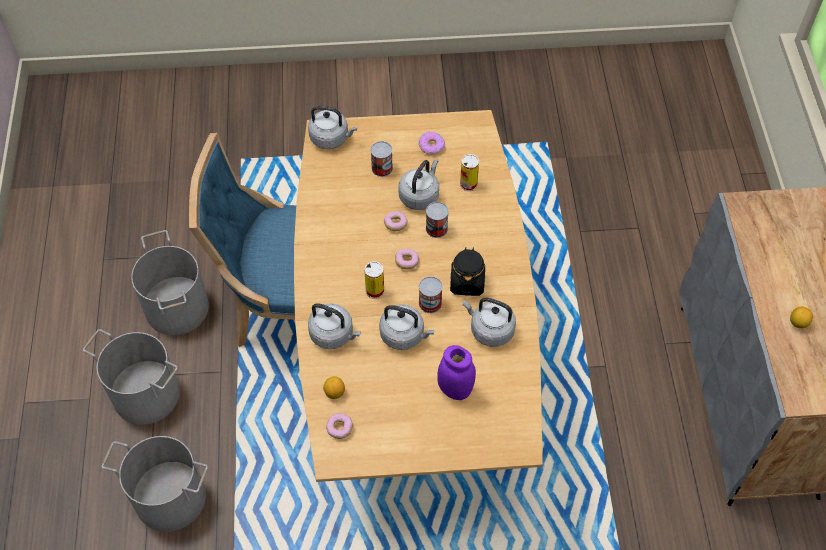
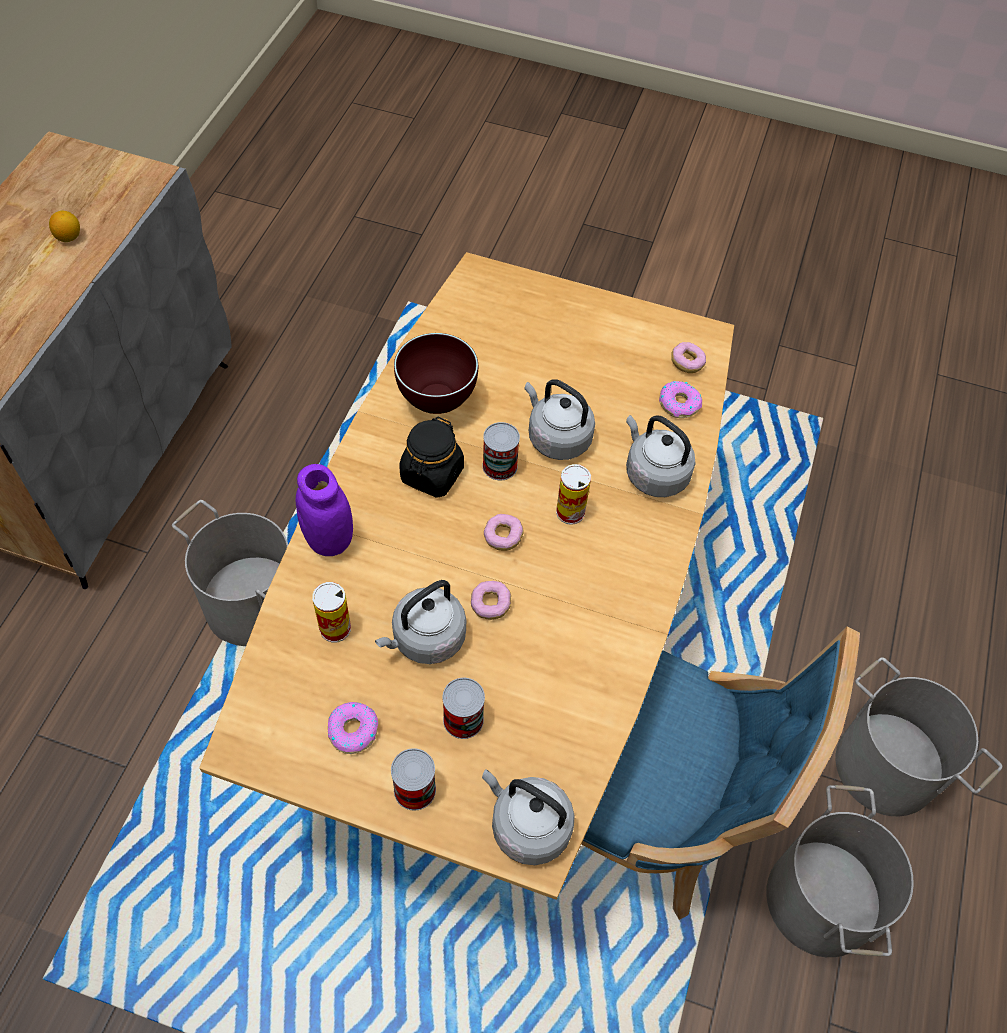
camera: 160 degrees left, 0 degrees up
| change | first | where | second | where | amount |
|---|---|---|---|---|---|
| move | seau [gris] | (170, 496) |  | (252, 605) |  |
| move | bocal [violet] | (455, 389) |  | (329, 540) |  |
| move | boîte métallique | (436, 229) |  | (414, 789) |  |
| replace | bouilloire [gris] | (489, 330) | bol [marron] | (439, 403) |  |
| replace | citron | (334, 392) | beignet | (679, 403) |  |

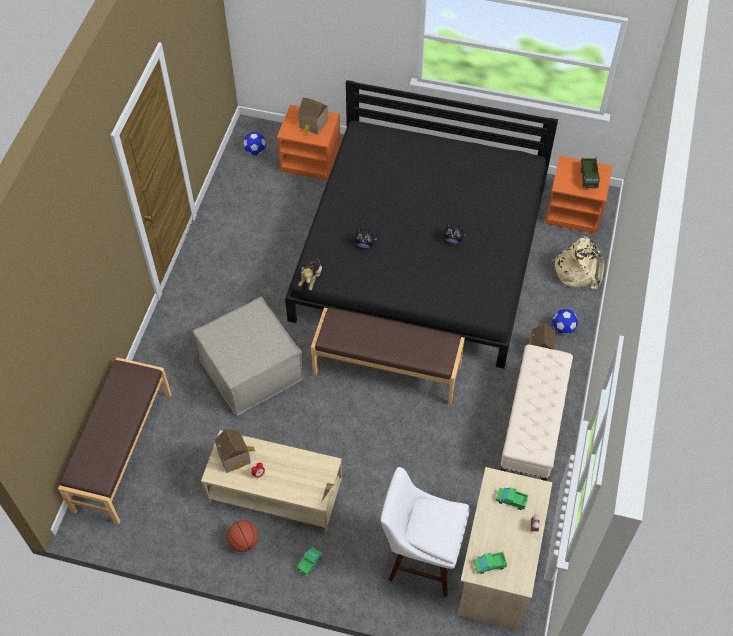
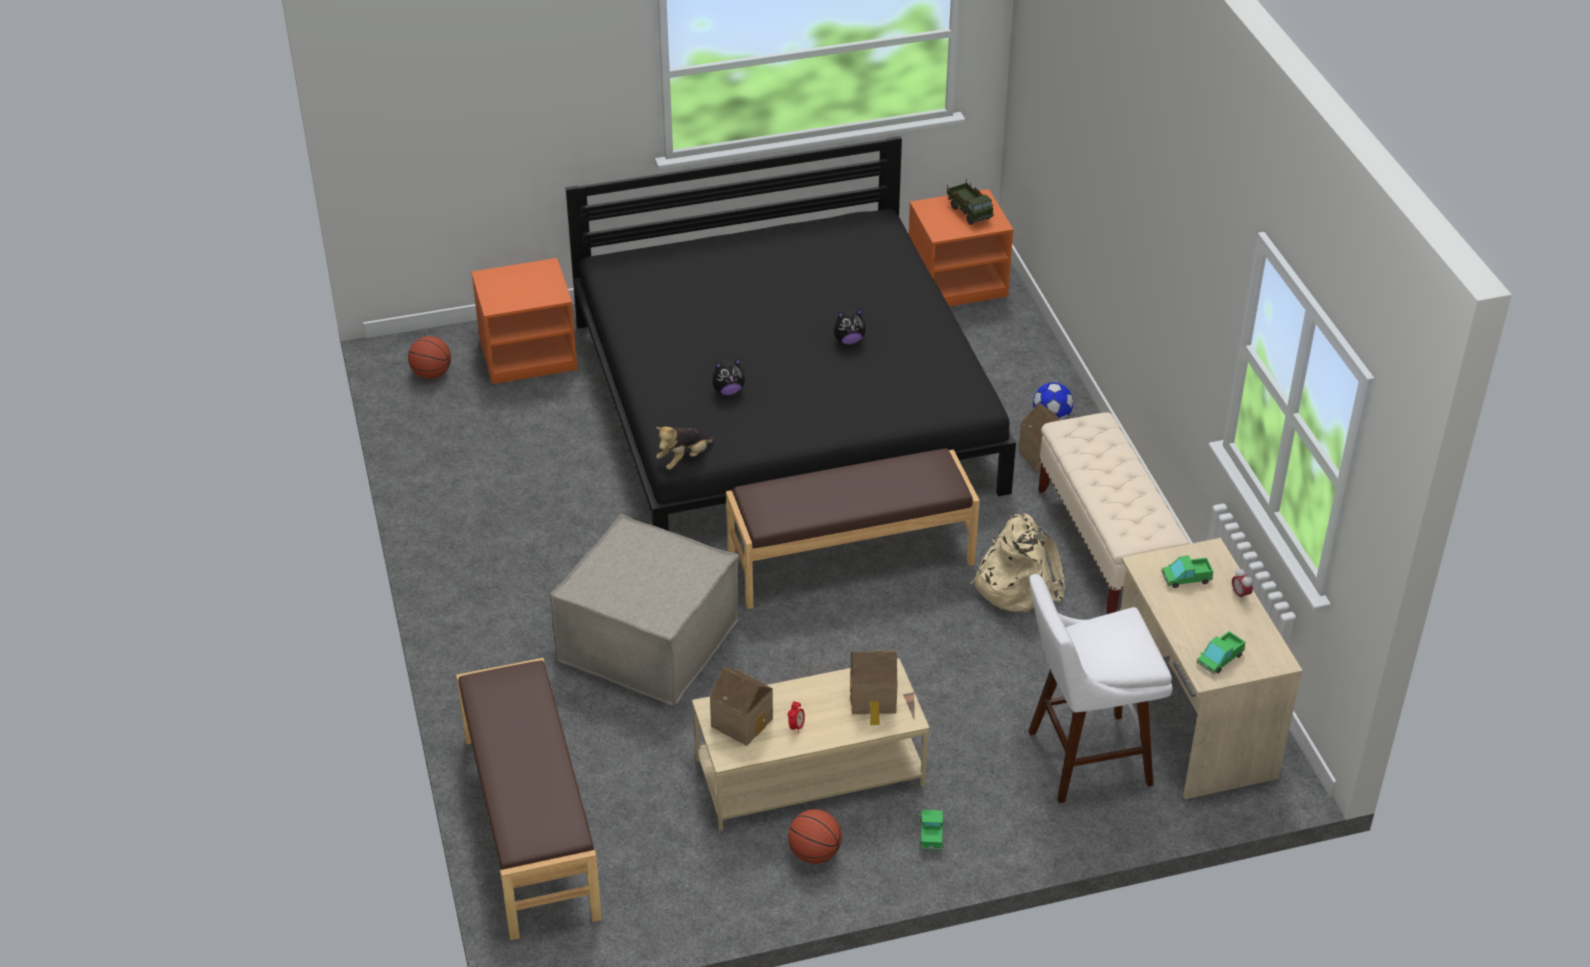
camera: 30 degrees left, 15 degrees down
| change | first | where | second | where | amount |
|---|---|---|---|---|---|
| replace | ballon de foot | (255, 151) | ballon de basket | (432, 374) |  |
| rotate | peluche | (311, 278) |  | (684, 459) | 60 degrees clockwise |
| move | maison miniature | (313, 125) |  | (873, 700) |  |
| move | sac à dos [beige] | (578, 269) |  | (1015, 583) |  |

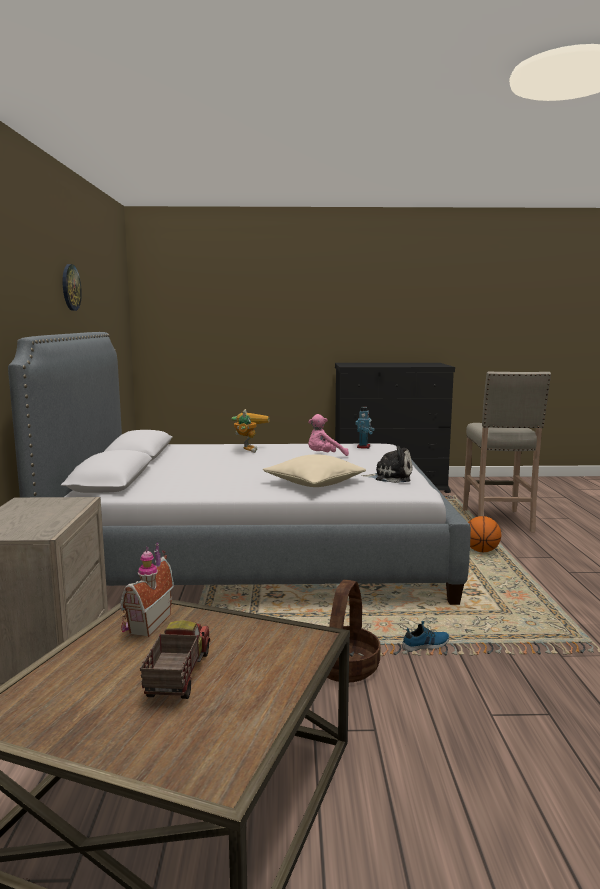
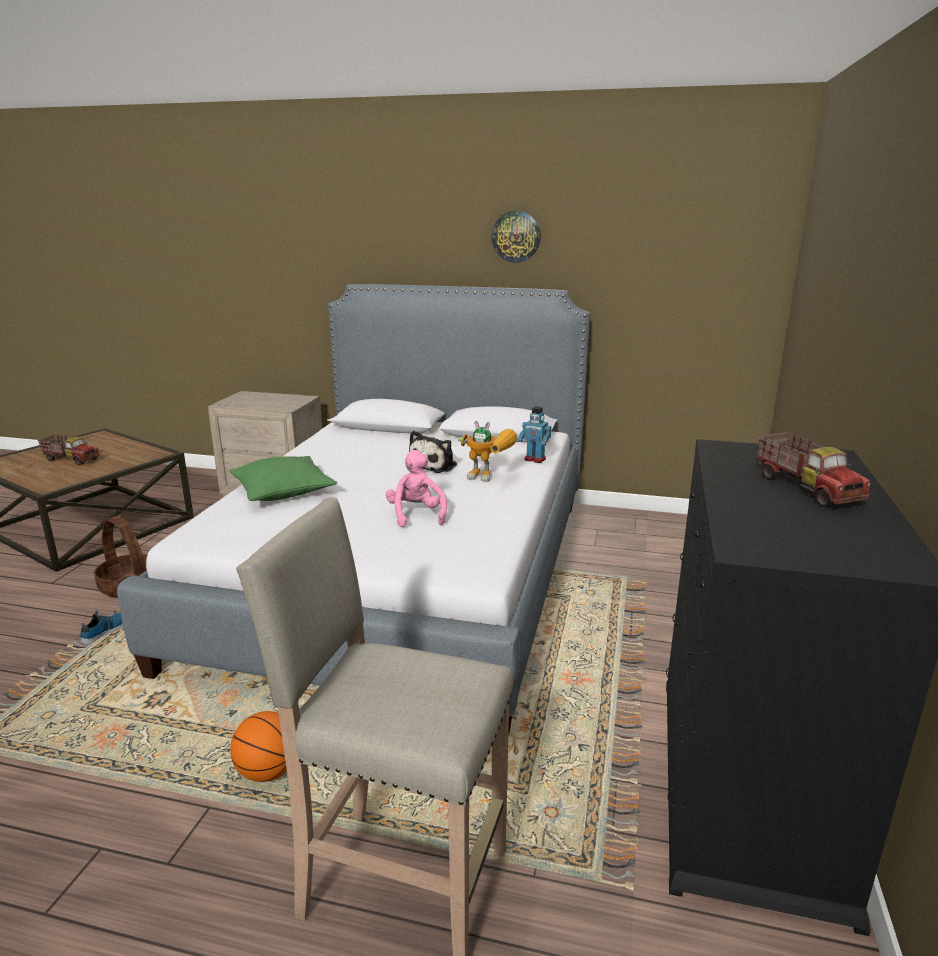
camera: 105 degrees right, 10 degrees up
| change | first | where | second | where | amount |
|---|---|---|---|---|---|
| rotate | chaussure | (426, 645) |  | (105, 631) | 150 degrees counterclockwise |
| recolor | coussin [beige] | (314, 483) | coussin [vert] | (283, 491) |  |
| move | peluche | (390, 477) |  | (434, 465) |  |
| move | robot jouet | (364, 447) |  | (534, 459) |  |
| insert |  |  | camion jouet | (807, 488) |  |
| delete | maison miniature | (145, 624) |  |  |  |

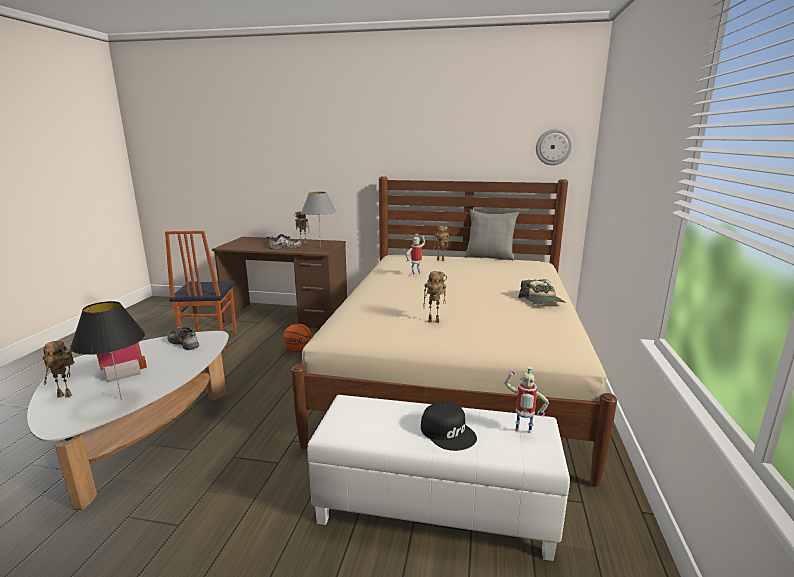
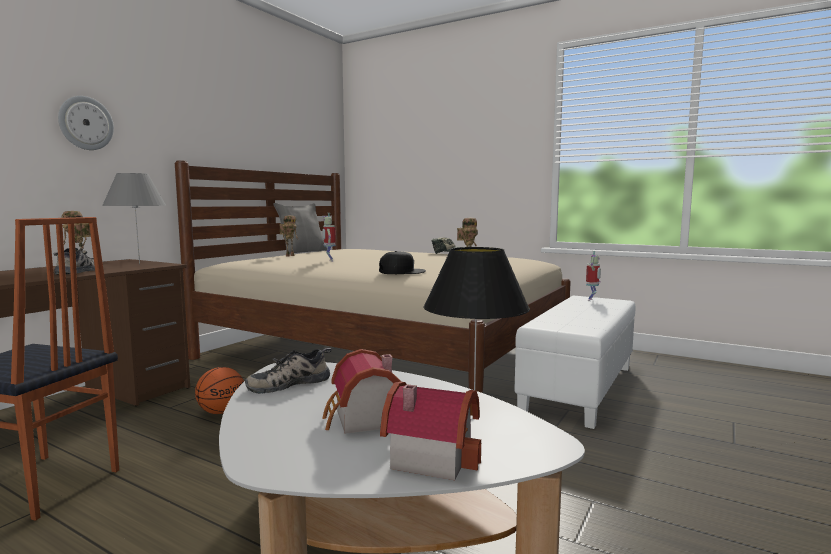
camera: 70 degrees left, 10 degrees down
| change | first | where | second | where | amount |
|---|---|---|---|---|---|
| move | horloge murale | (553, 147) |  | (86, 123) |  |
| move | casquette [noir] | (448, 432) |  | (401, 271) |  |
| replace | robot jouet | (66, 395) | maison miniature | (431, 455) |  |

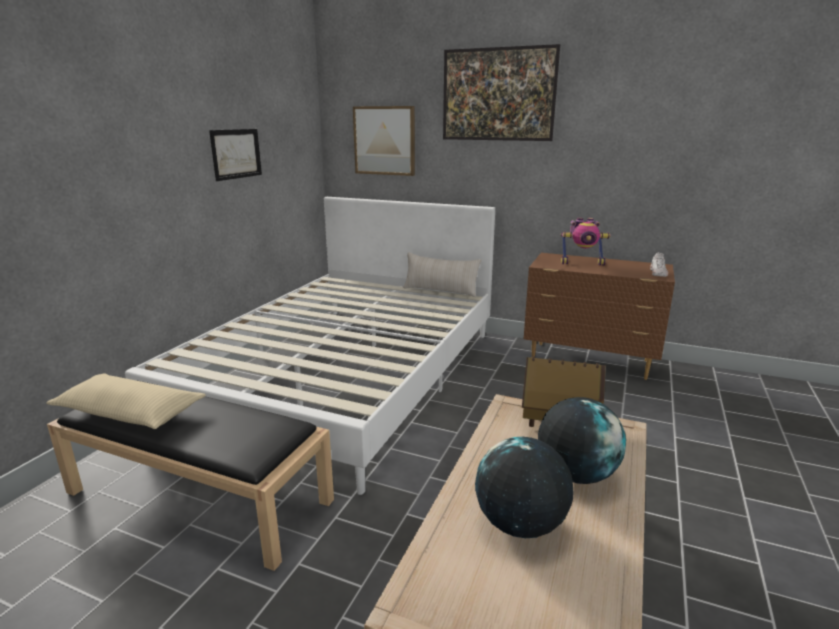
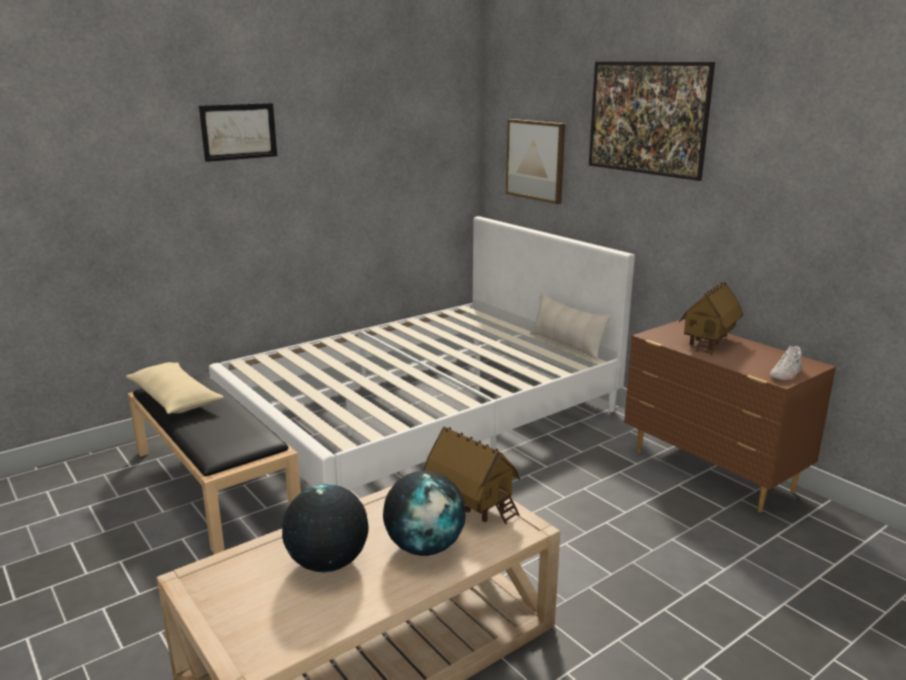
camera: 30 degrees right, 0 degrees up
| change | first | where | second | where | amount |
|---|---|---|---|---|---|
| move | tableau | (236, 154) |  | (239, 131) |  |
| replace | robot jouet | (582, 263) | maison miniature | (708, 342) |  |

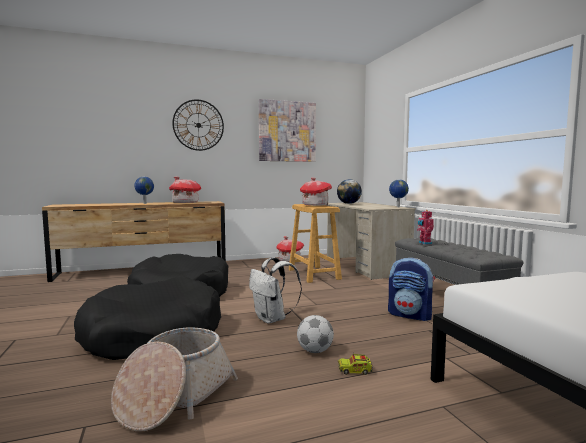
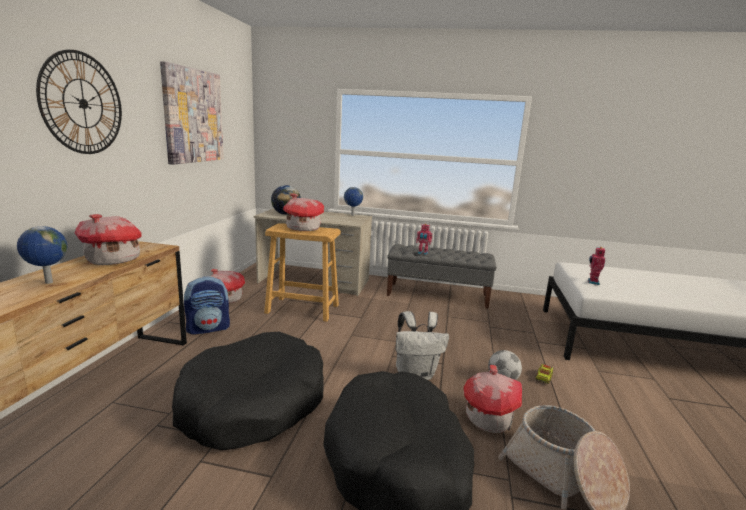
camera: 60 degrees left, 10 degrees up
| change | first | where | second | where | amount |
|---|---|---|---|---|---|
| move | sac à dos | (410, 315) |  | (208, 328) |  |
| insert |  |  | maison miniature | (489, 418) |  |
| insert |  |  | robot jouet | (592, 282) |  |

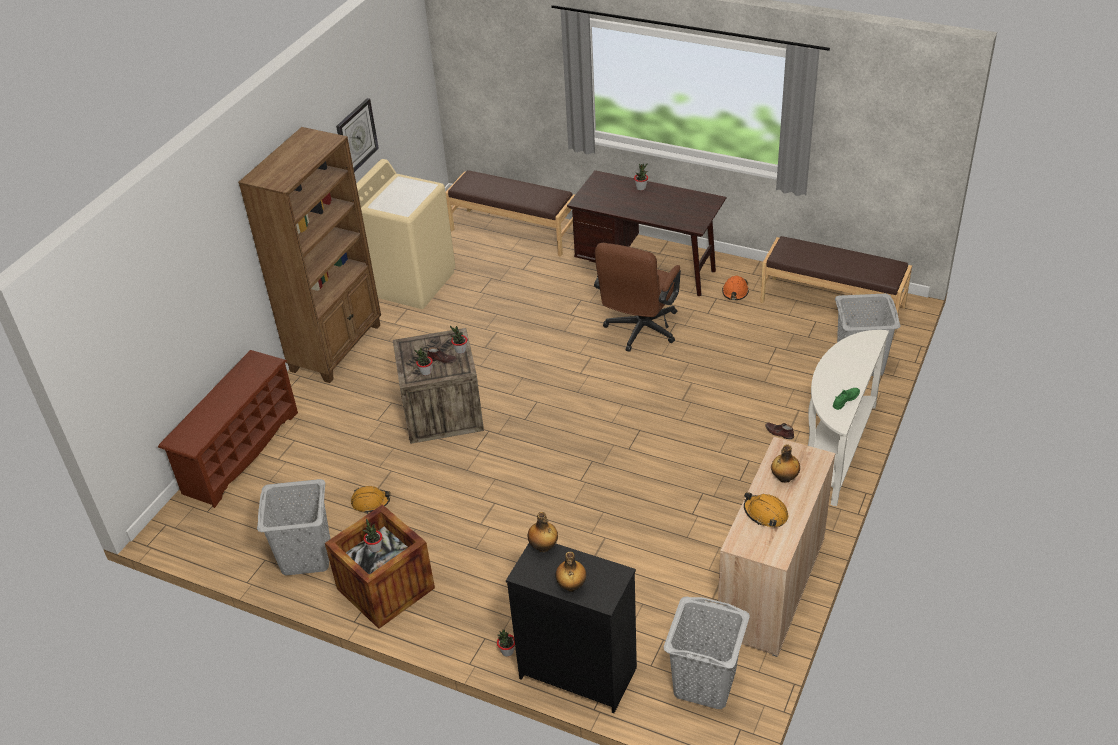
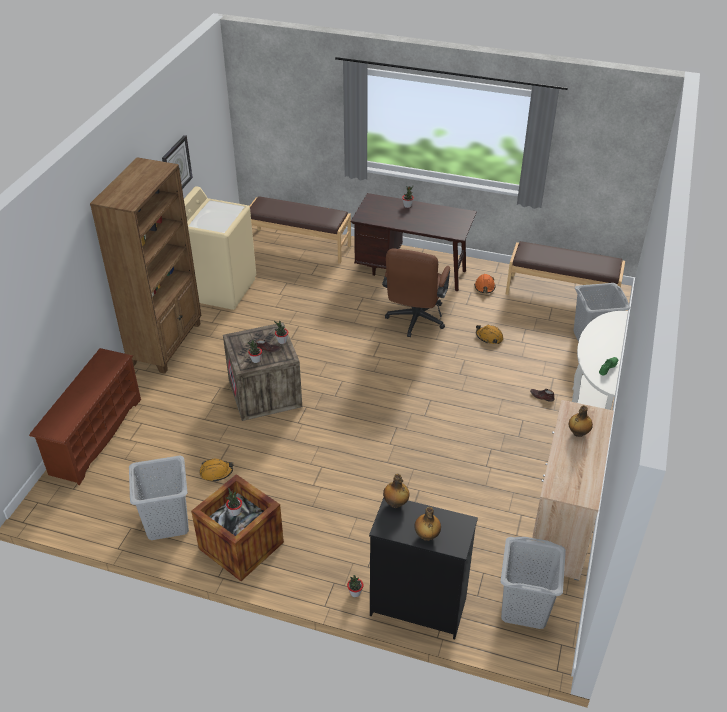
camera: 10 degrees left, 0 degrees up
| change | first | where | second | where | amount |
|---|---|---|---|---|---|
| move | casque de chantier [orange] | (765, 514) |  | (489, 337) |  |

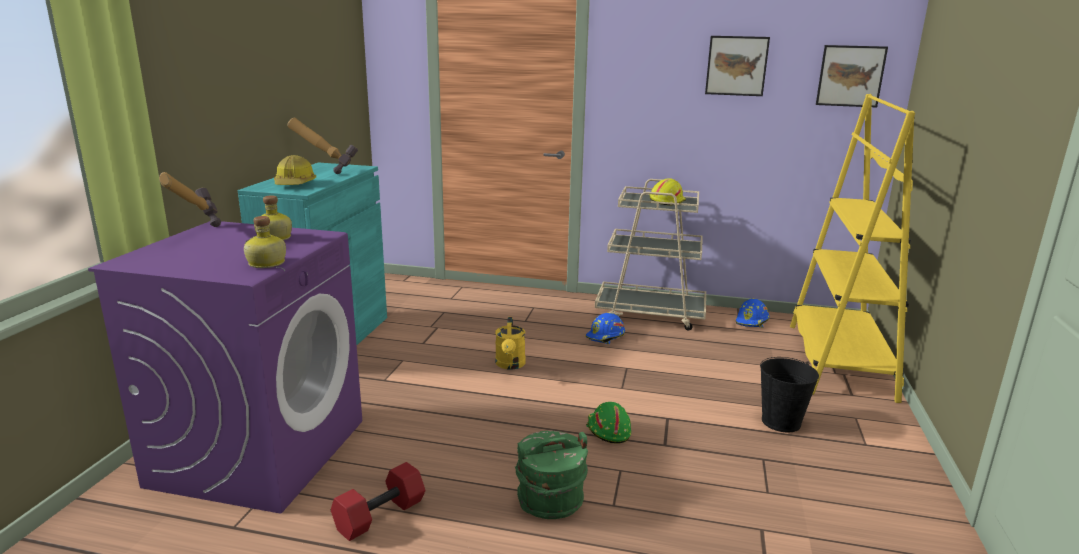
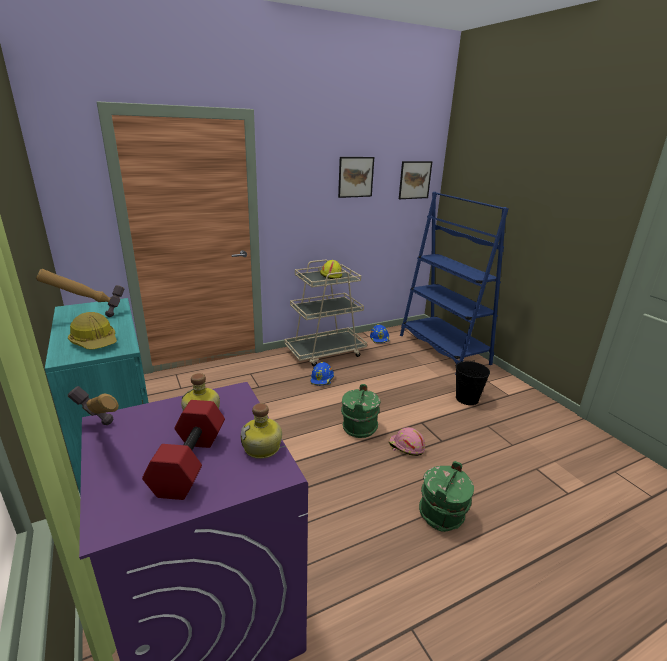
camera: 40 degrees left, 5 degrees up
| change | first | where | second | where | amount |
|---|---|---|---|---|---|
| move | haltère [rouge] | (380, 514) |  | (188, 462) |  |
| insert |  |  | seau [vert] | (359, 427) |  |
| recolor | casque de chantier [vert] | (607, 430) | casque de chantier [rose] | (406, 447) |  |
| recolor | bibliothèque [jaune] | (839, 361) | bibliothèque [bleu] | (443, 349) |  |
| delete | arrosoir [jaune] | (510, 365) |  |  |  |

